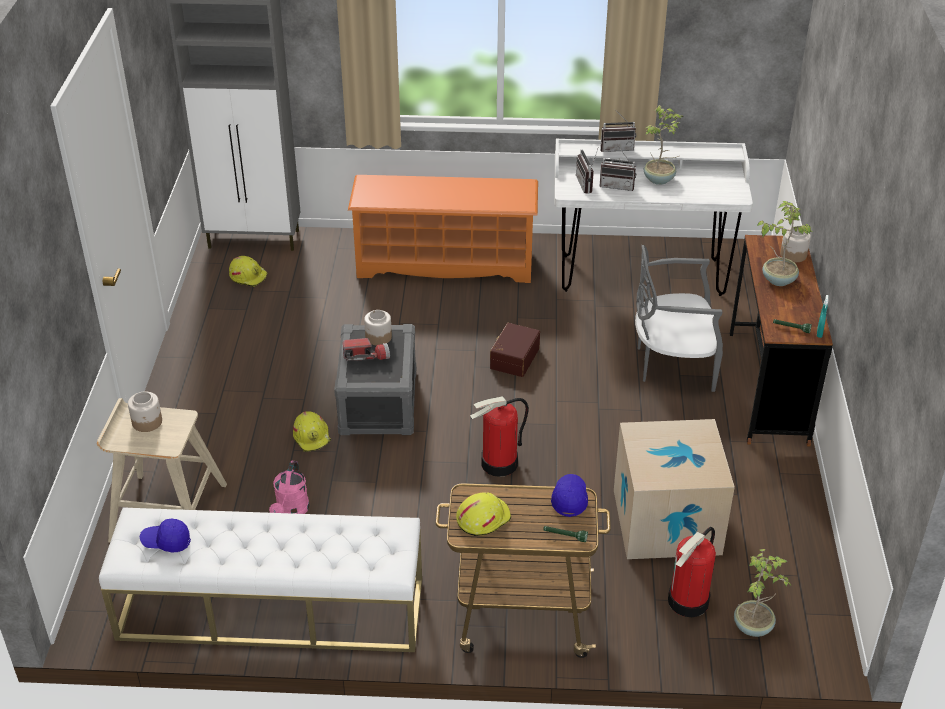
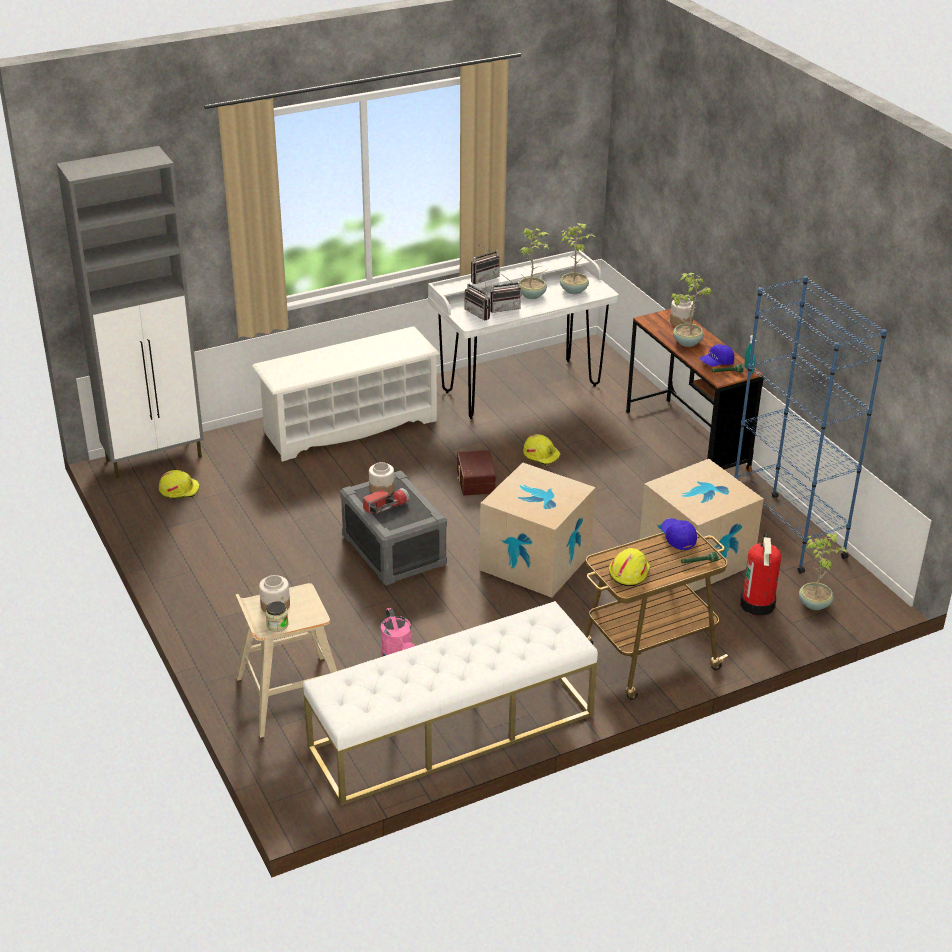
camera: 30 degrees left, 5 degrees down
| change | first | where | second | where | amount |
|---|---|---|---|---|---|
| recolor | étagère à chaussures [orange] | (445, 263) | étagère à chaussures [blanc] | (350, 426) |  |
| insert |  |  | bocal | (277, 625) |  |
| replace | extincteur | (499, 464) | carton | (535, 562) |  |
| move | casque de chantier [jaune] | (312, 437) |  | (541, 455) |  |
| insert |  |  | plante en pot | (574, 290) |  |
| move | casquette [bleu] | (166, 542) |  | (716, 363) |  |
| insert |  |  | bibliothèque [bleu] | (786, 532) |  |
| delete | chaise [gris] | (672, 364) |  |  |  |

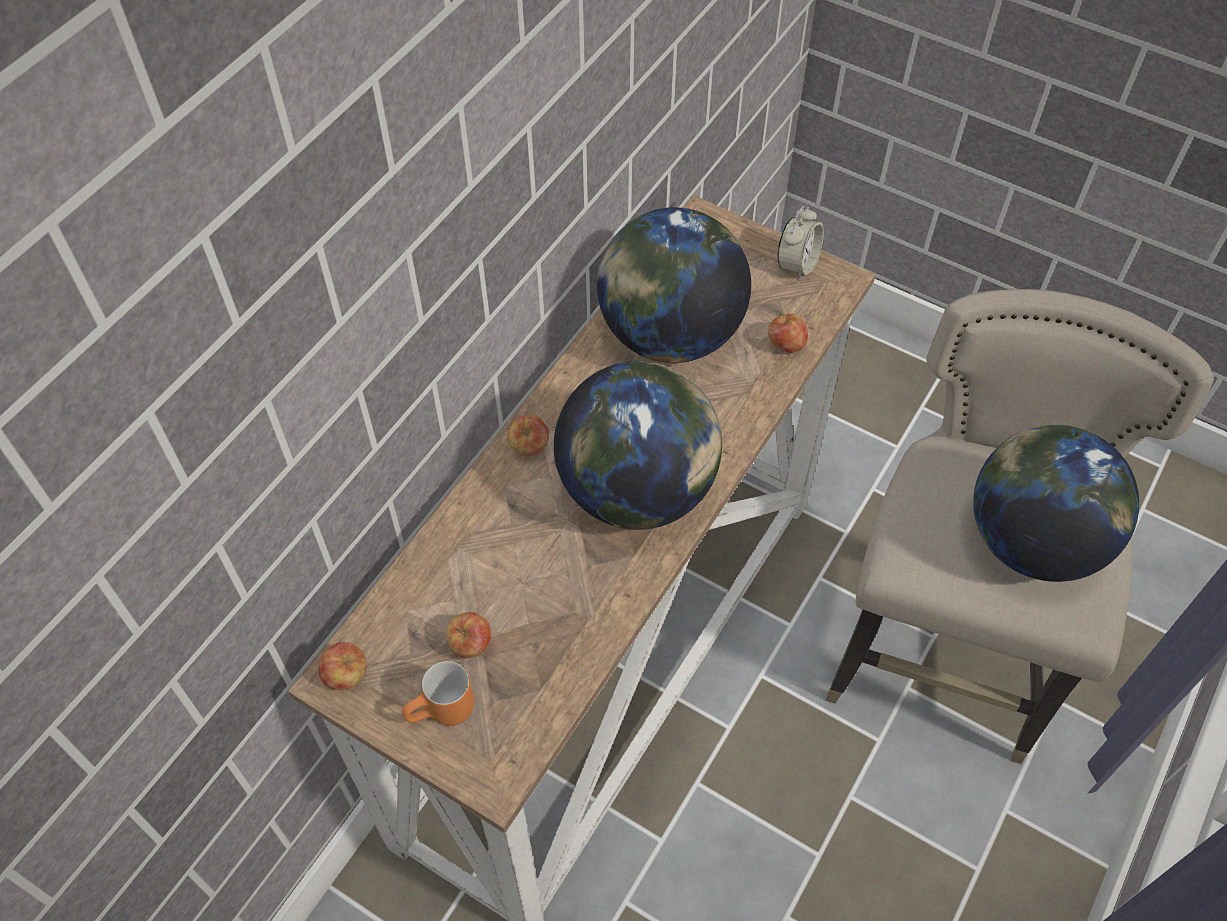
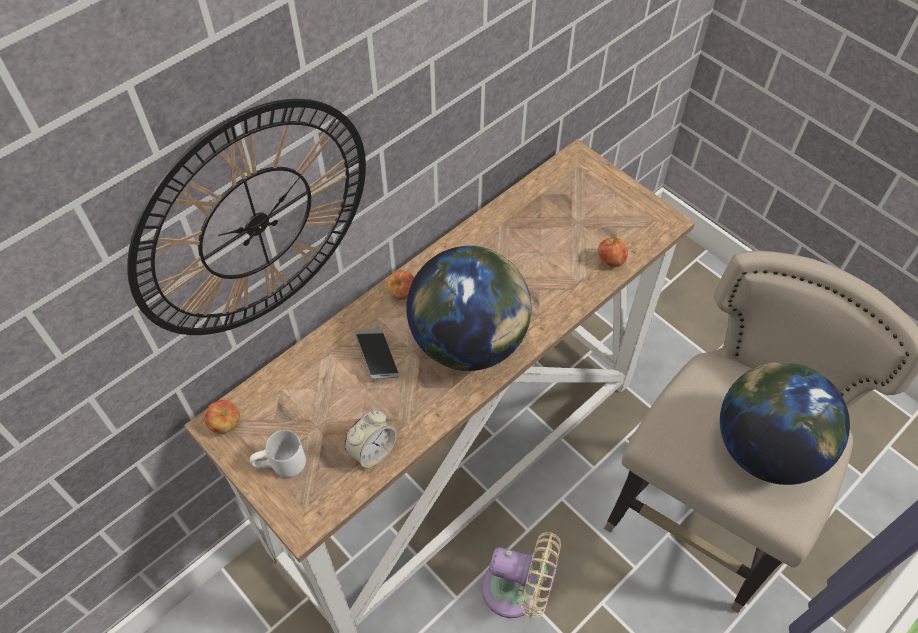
camera: 15 degrees right, 0 degrees up
| change | first | where | second | where | amount |
|---|---|---|---|---|---|
| insert |  |  | horloge murale | (256, 223) |  |
| recolor | mug [orange] | (442, 714) | mug [blanc] | (282, 467) |  |
| move | réveil | (797, 264) |  | (372, 451) |  |
| insert |  |  | téléphone | (377, 357) |  |
| insert |  |  | ventilateur [beige] | (517, 590) |  |
| delete | pomme | (471, 645) |  |  |  |
| delete | globe | (669, 334) |  |  |  |

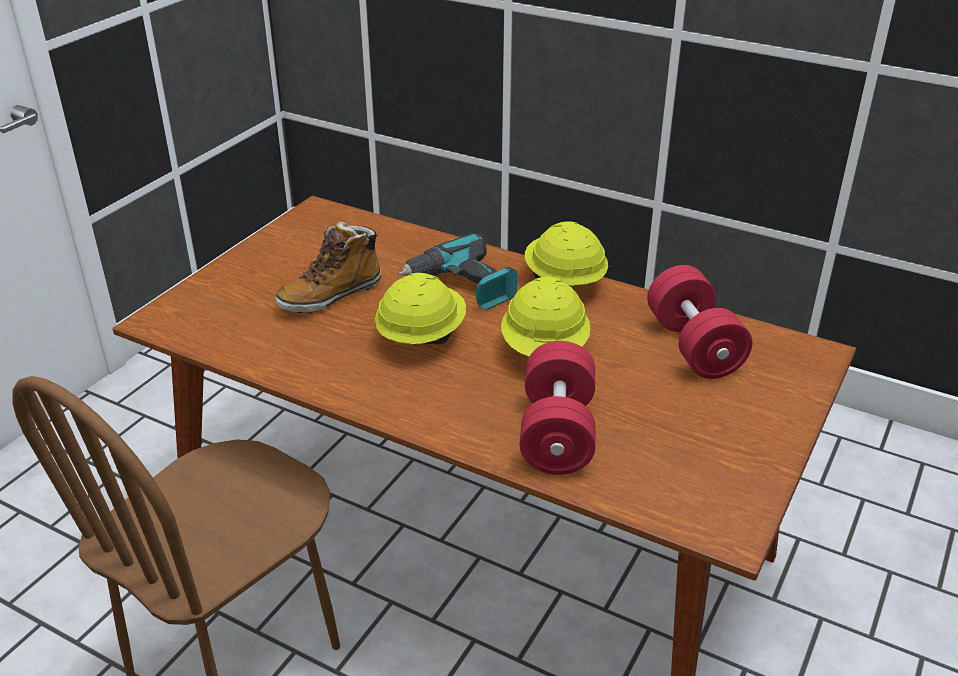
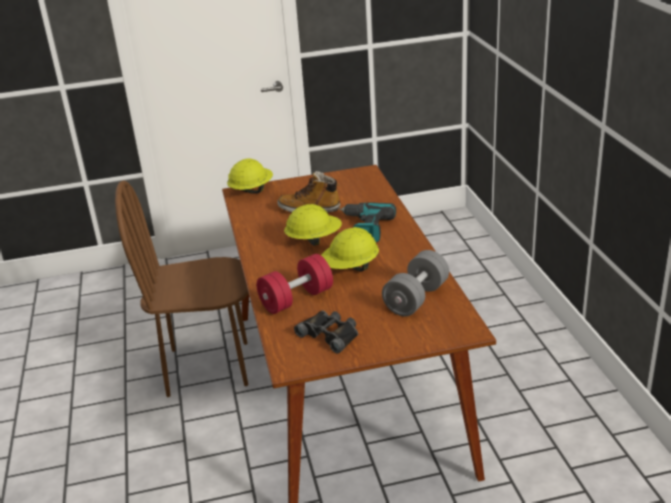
camera: 50 degrees right, 5 degrees down
| change | first | where | second | where | amount |
|---|---|---|---|---|---|
| move | casque de chantier [jaune] | (564, 282) |  | (251, 190) |  |
| insert |  |  | jumelles [noir] | (330, 334) |  |
| recolor | haltère [rouge] | (693, 346) | haltère [gris] | (416, 298) |  |

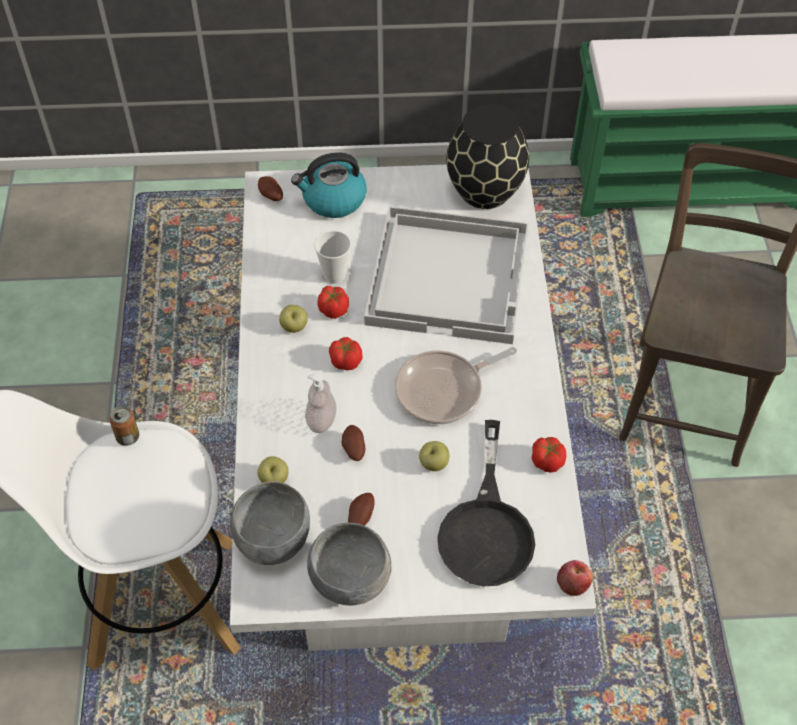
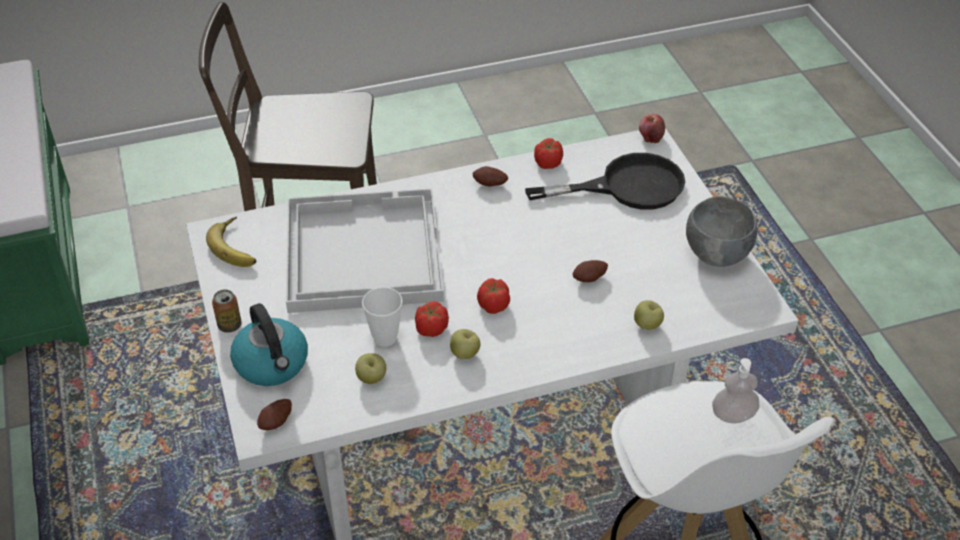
camera: 105 degrees left, 10 degrees down
| change | first | where | second | where | amount |
|---|---|---|---|---|---|
| replace | vase [noir] | (484, 192) | banane | (237, 246) |  |
| move | boîte métallique | (128, 437) |  | (229, 325) |  |
| move | pomme | (434, 464) |  | (371, 378) |  |
| move | pomme de terre | (360, 516) |  | (490, 185) |  |
| move | distributeur de savon | (321, 420) |  | (733, 415) |  |
| delete | bol [gris] | (272, 541) |  |  |  |
| delete | poêle | (444, 390) |  |  |  |

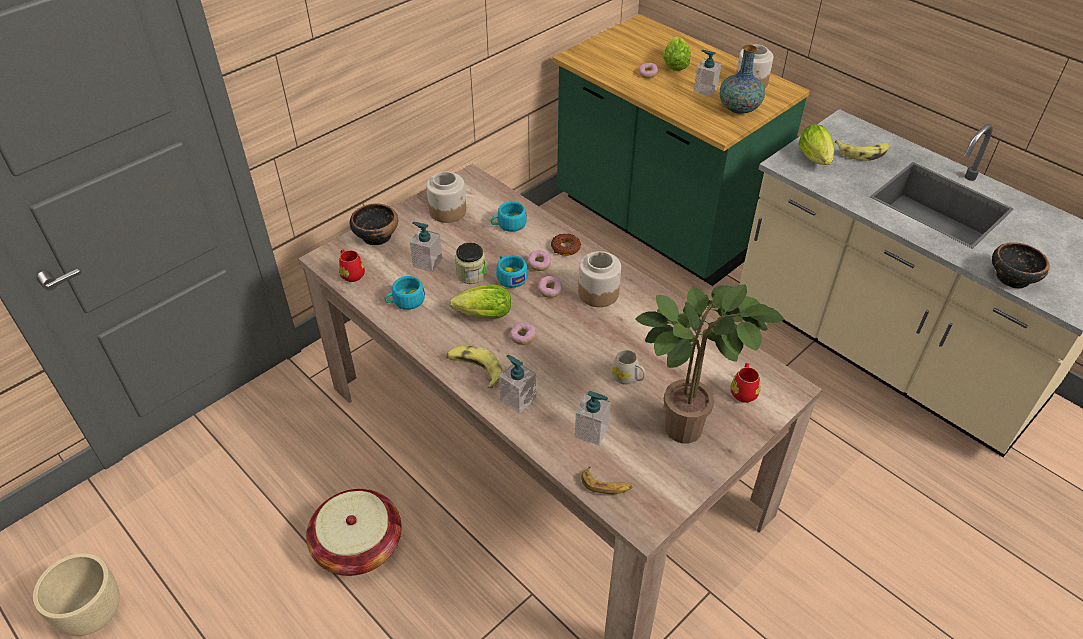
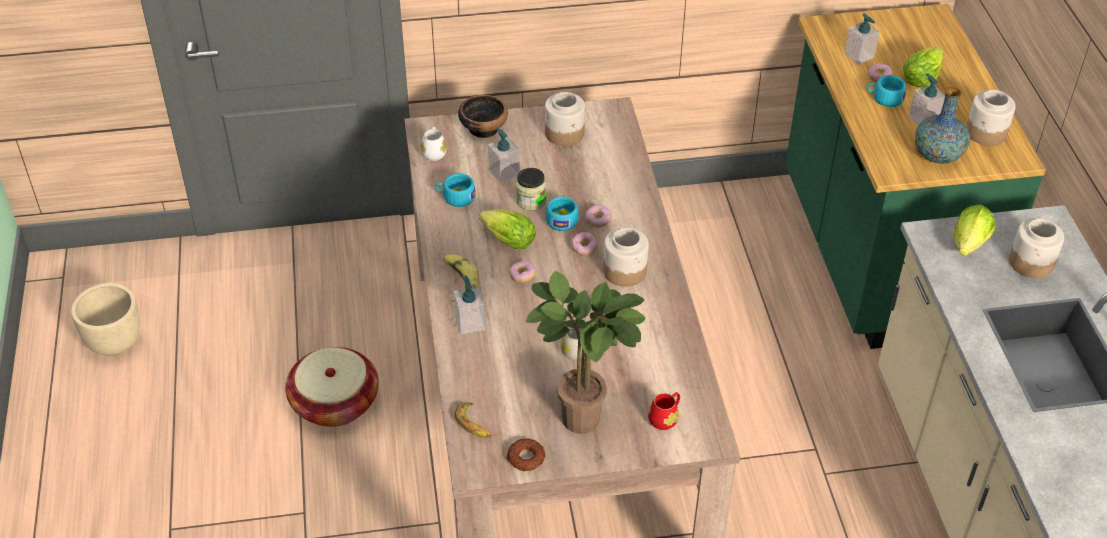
camera: 35 degrees right, 0 degrees up
| change | first | where | second | where | amount |
|---|---|---|---|---|---|
| recolor | mug [rouge] | (351, 273) | mug [blanc] | (434, 152) |  |
| move | beignet | (565, 248) |  | (526, 458) |  |
| move | distributeur de savon | (591, 431) |  | (859, 56) |  |
| move | tasse [turquoise] | (508, 225) |  | (884, 98) |  |
| replace | banane | (862, 153) | bocal | (1031, 262) |  |
| delete | bol | (1011, 277) |  |  |  |

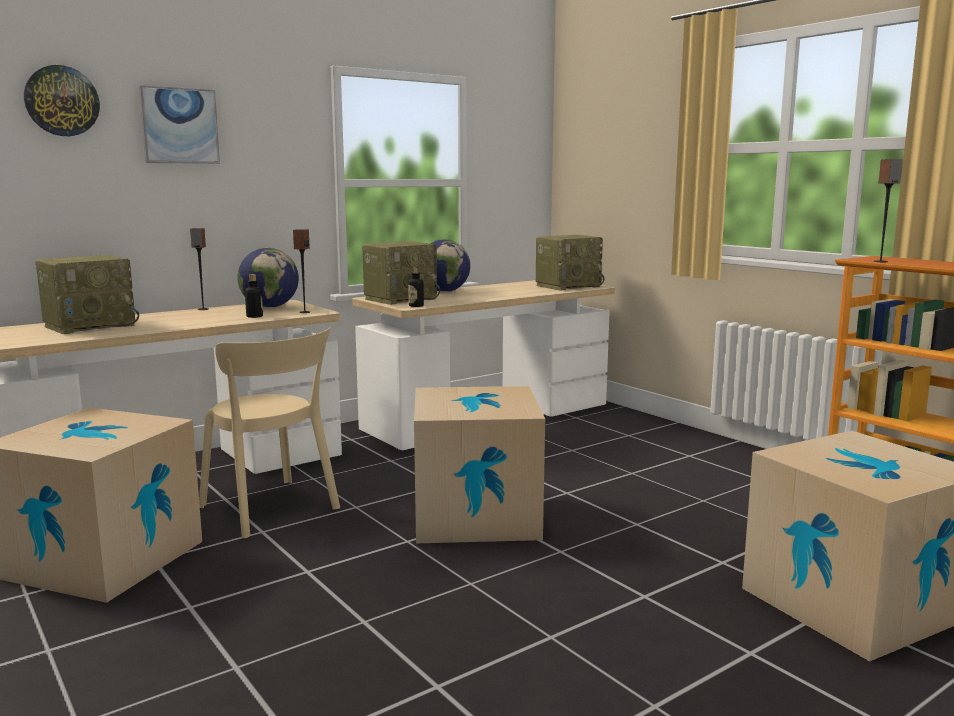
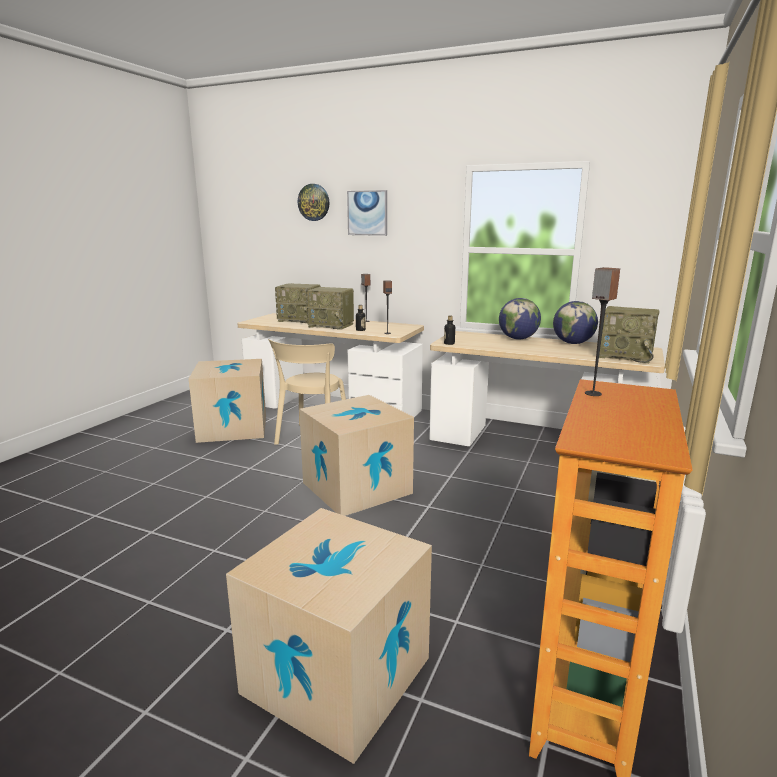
camera: 60 degrees right, 5 degrees up
| change | first | where | second | where | amount |
|---|---|---|---|---|---|
| move | radio | (401, 299) |  | (332, 325) |  |
| move | globe | (269, 307) |  | (573, 343) |  |

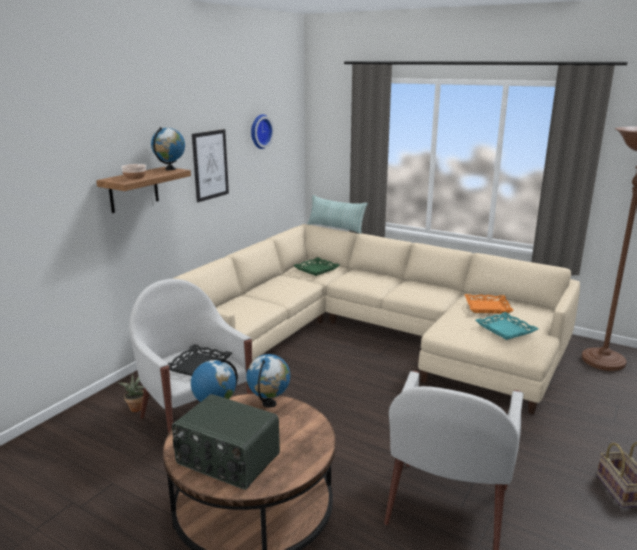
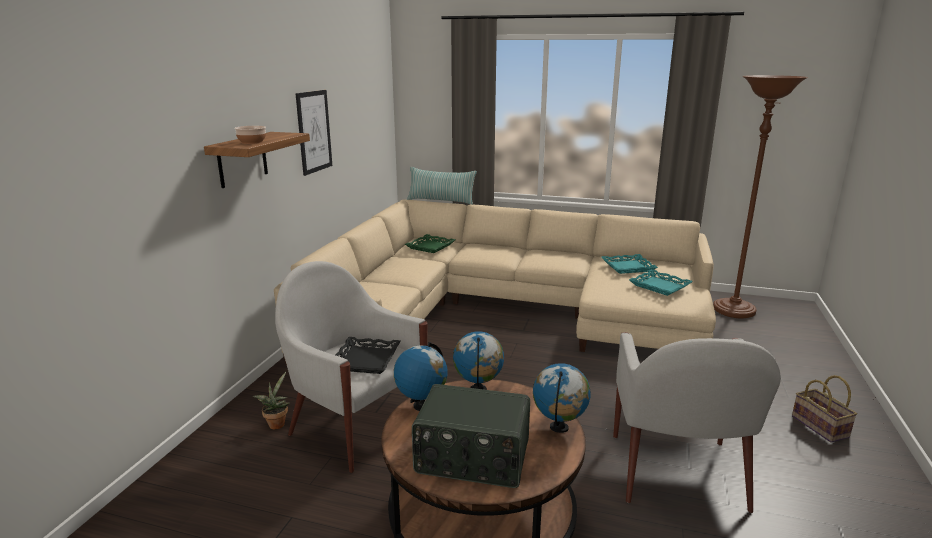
camera: 15 degrees left, 0 degrees up
| change | first | where | second | where | amount |
|---|---|---|---|---|---|
| move | globe | (170, 169) |  | (559, 428) |  |
| recolor | plateau [orange] | (487, 307) | plateau [turquoise] | (628, 267) |  |
| delete | horloge murale | (259, 131) |  |  |  |

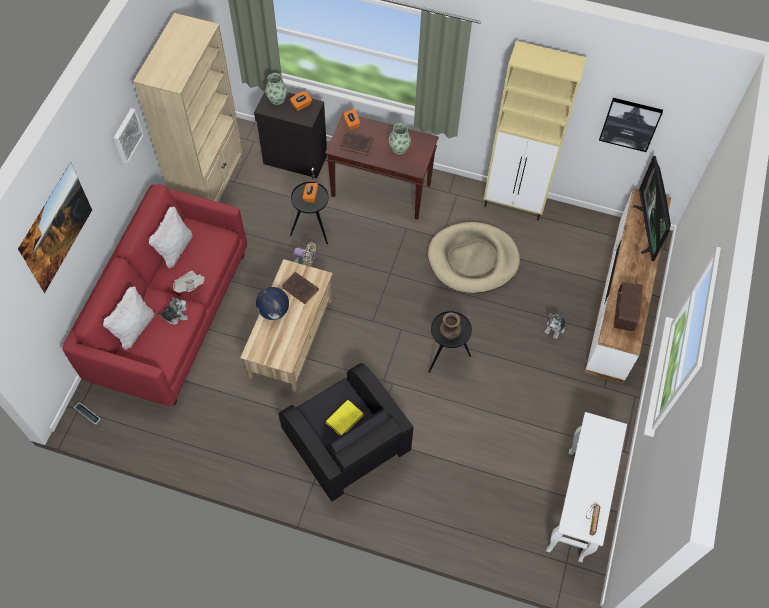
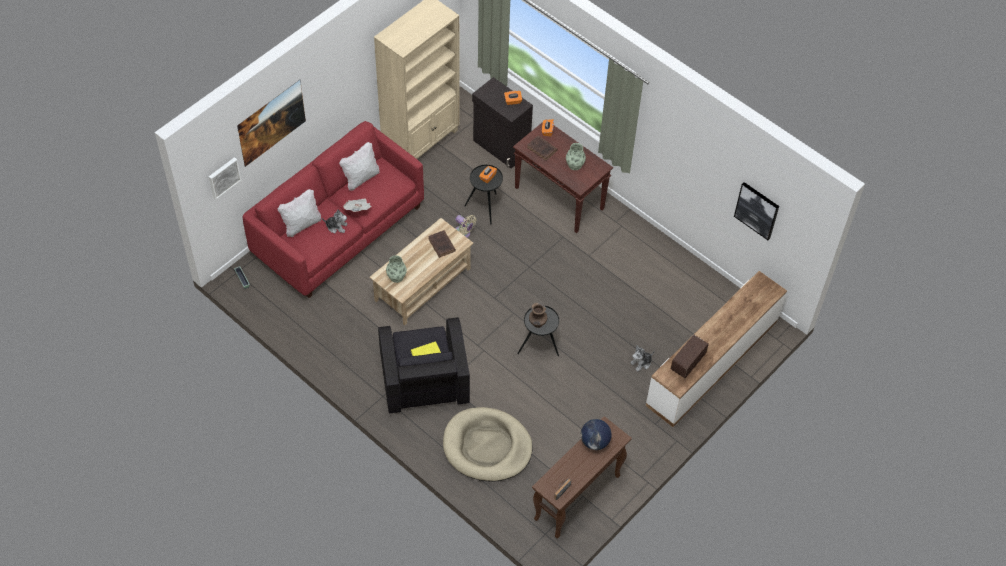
camera: 25 degrees right, 5 degrees down
| change | first | where | second | where | amount |
|---|---|---|---|---|---|
| move | tableau | (126, 135) |  | (223, 177) |  |
| move | vase | (277, 99) |  | (396, 276) |  |
| move | panier pour chien [beige] | (473, 260) |  | (487, 447) |  |
| recolor | table console [blanc] | (575, 506) | table console [marron] | (577, 498) |  |
| move | globe | (274, 311) |  | (595, 442) |  |
| delete | meuble de rangement [beige] | (514, 204) |  |  |  |
| delete | téléviseur | (648, 229) |  |  |  |

